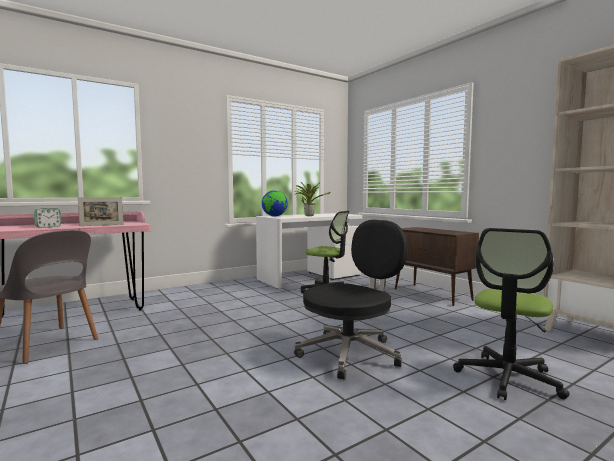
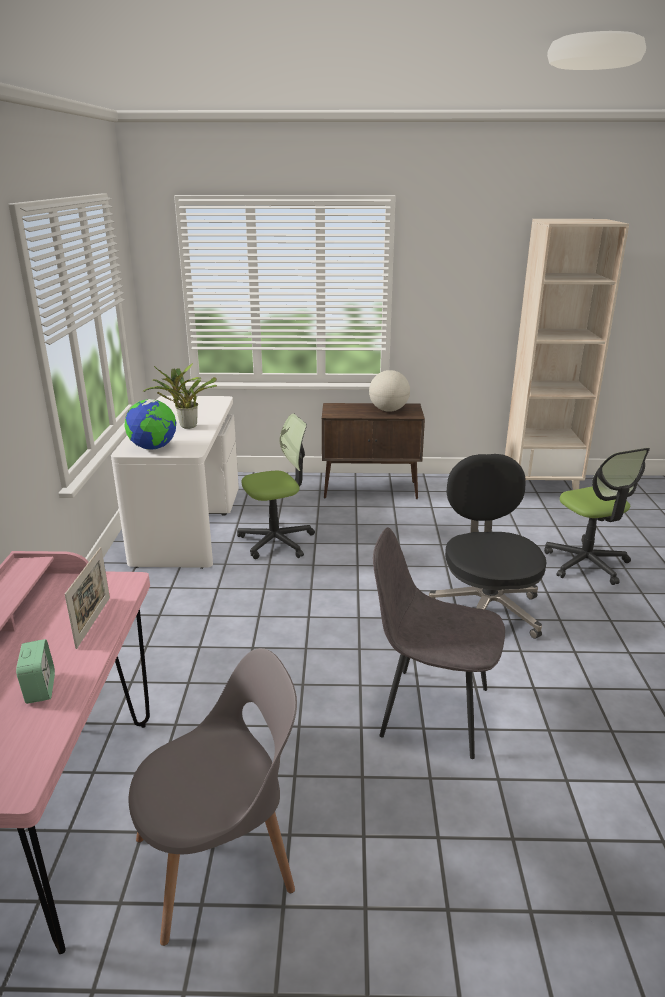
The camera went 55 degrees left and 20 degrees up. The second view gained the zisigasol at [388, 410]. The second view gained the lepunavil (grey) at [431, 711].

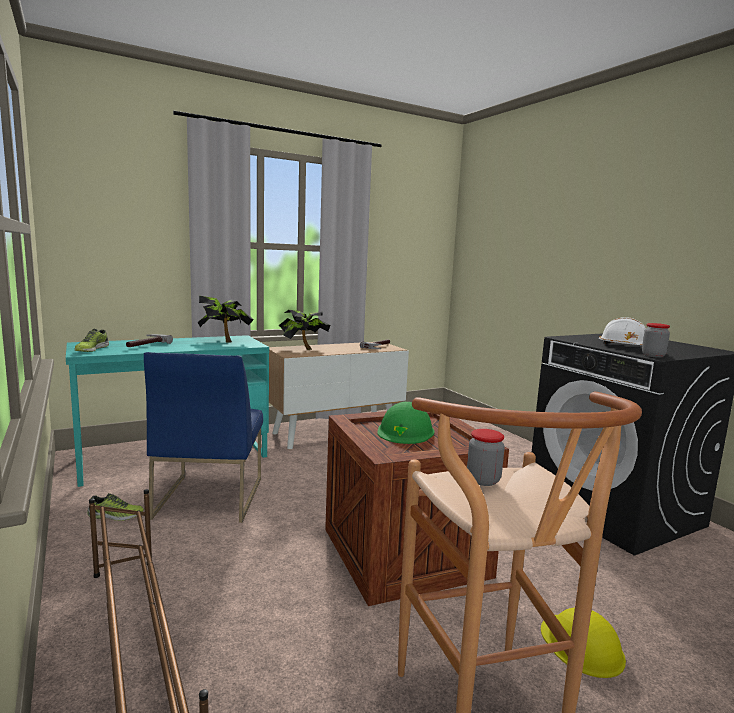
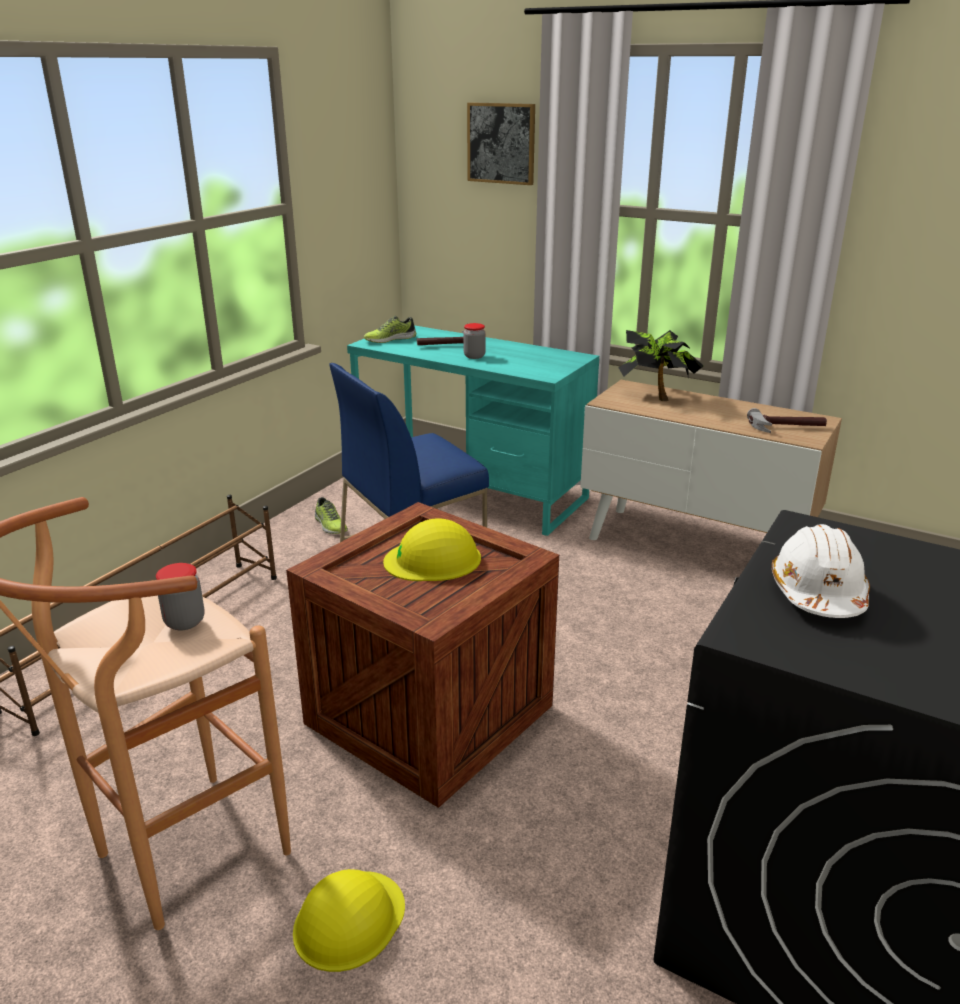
The camera went 60 degrees right and 15 degrees up. The second view lost the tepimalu at [224, 341]. The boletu ended up elsewhere, having gone from [653, 355] to [474, 356]. What was the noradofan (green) at [405, 431] turned into the noradofan (yellow) at [433, 560]. The second view gained the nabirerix at [501, 143].

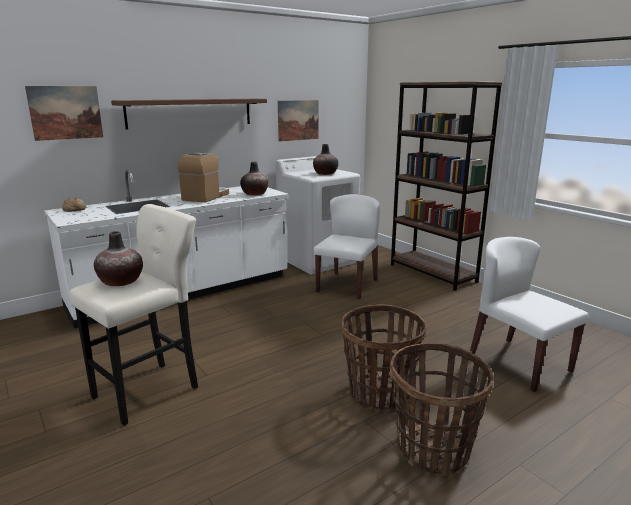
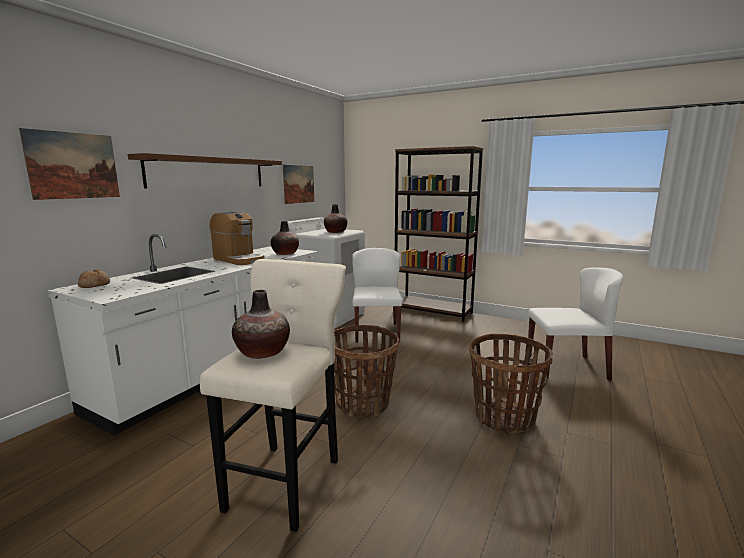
The camera went 25 degrees left and 5 degrees down. The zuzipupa at [206, 197] ended up facing another way, 135 degrees clockwise from before. The lepunavil (white) at [518, 363] ended up facing another way, 150 degrees clockwise from before. The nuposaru ended up elsewhere, having gone from [433, 449] to [363, 403].

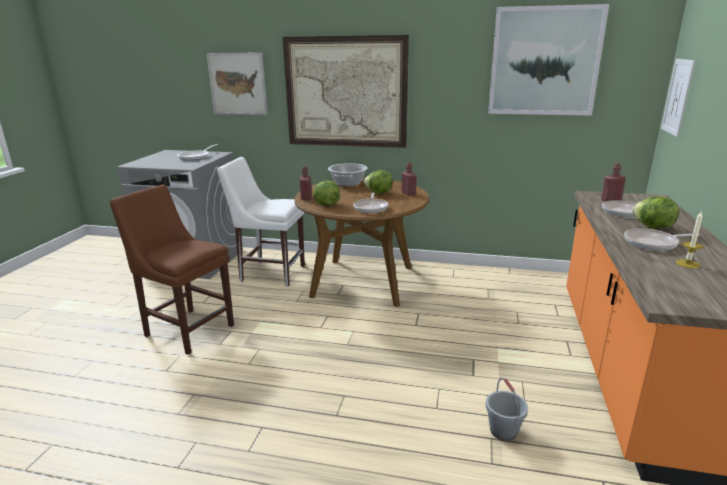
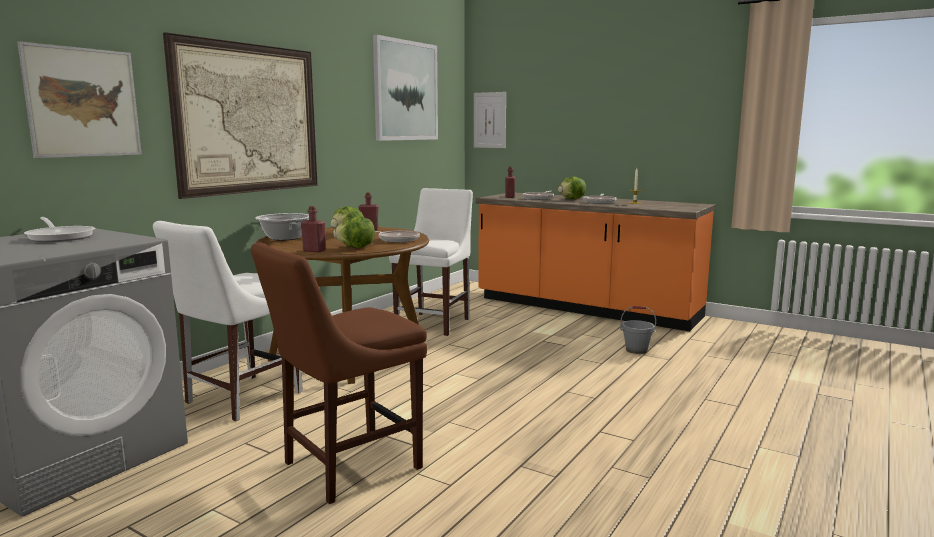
The camera went 70 degrees left and 10 degrees down. The second view gained the lepunavil (white) at [435, 323].

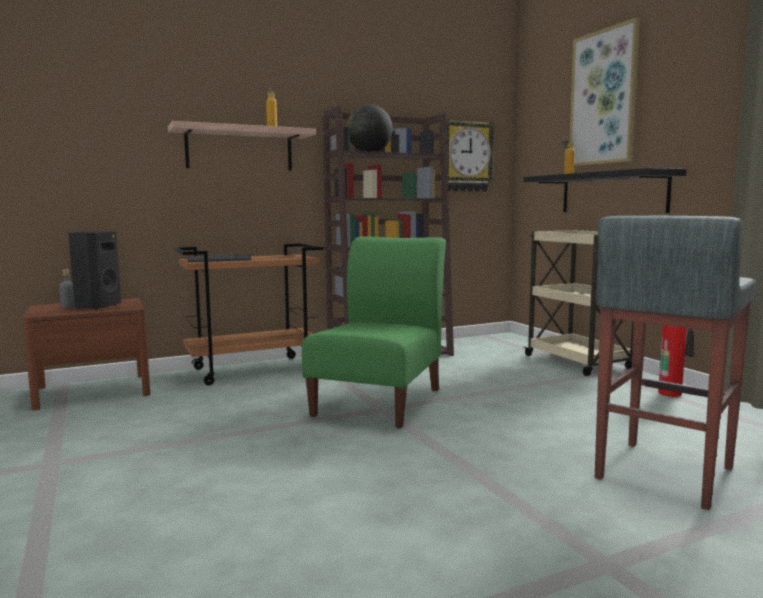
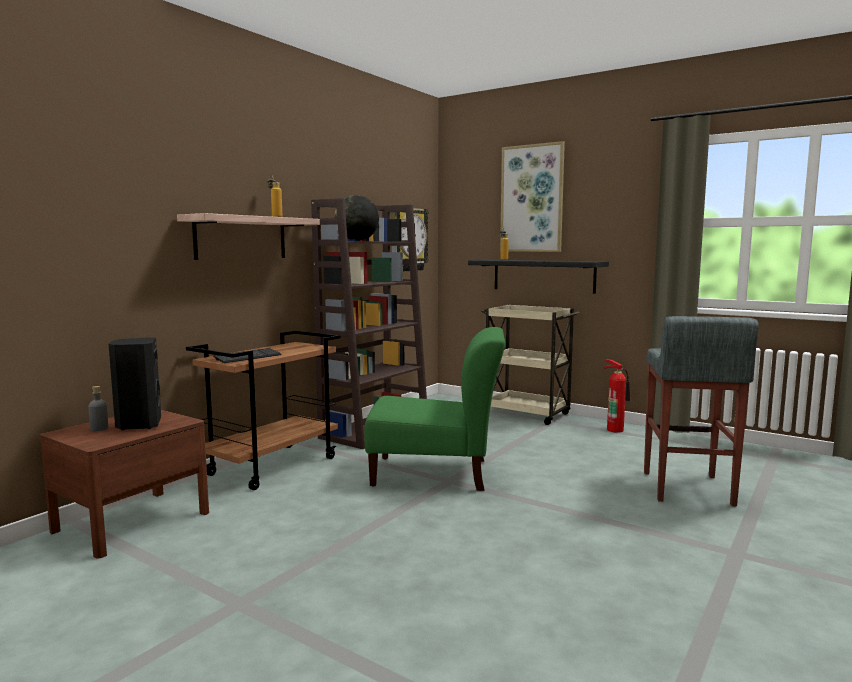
The camera went 30 degrees left and 0 degrees up. The lepunavil (green) at [380, 400] ended up facing another way, 105 degrees clockwise from before.

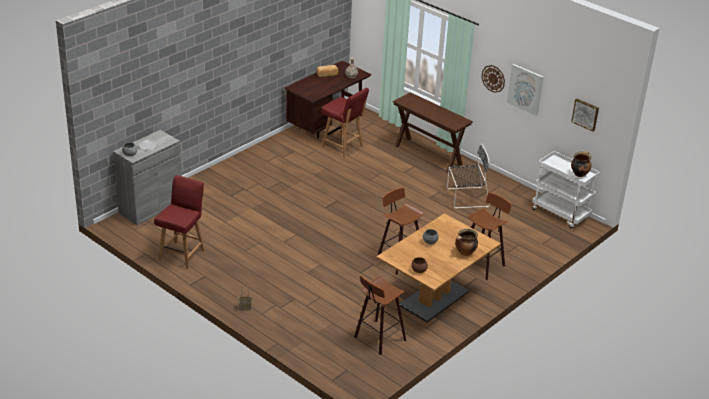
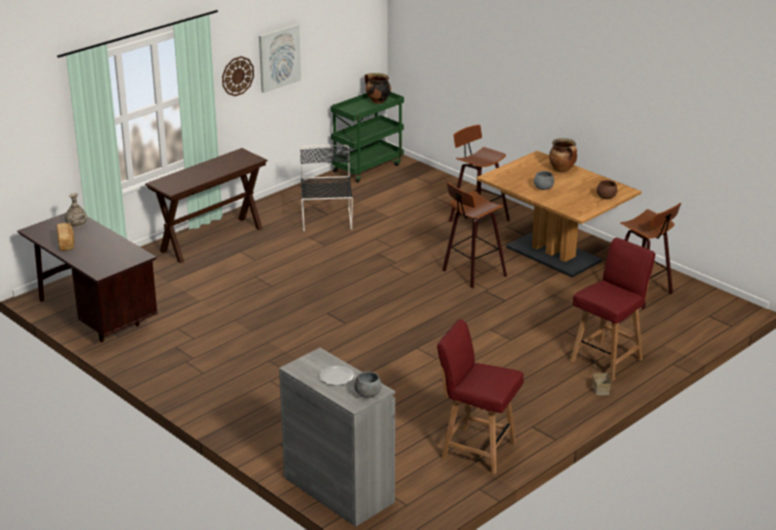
The camera went 85 degrees left and 5 degrees down. The lepunavil (red) ended up elsewhere, having gone from [343, 147] to [607, 359]. The second view lost the nabirerix at [585, 114]. What was the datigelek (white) at [561, 214] turned into the datigelek (green) at [367, 167].

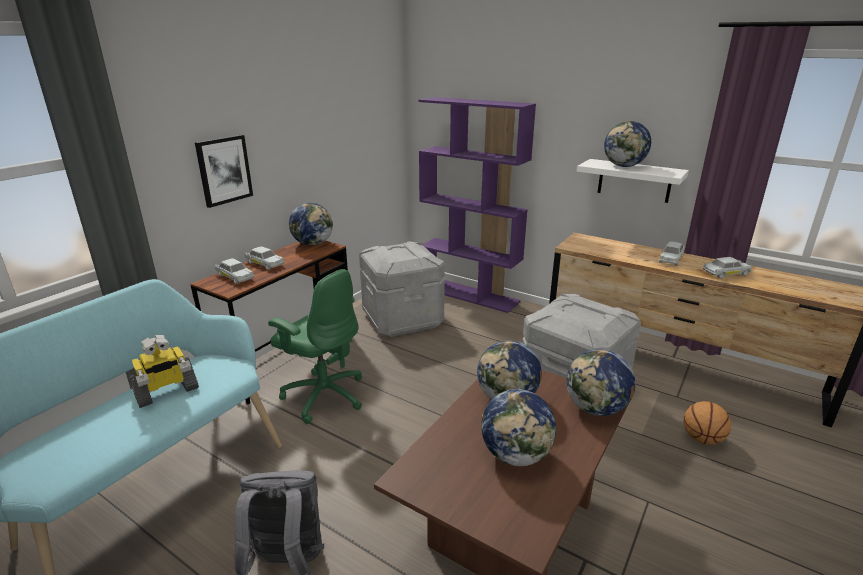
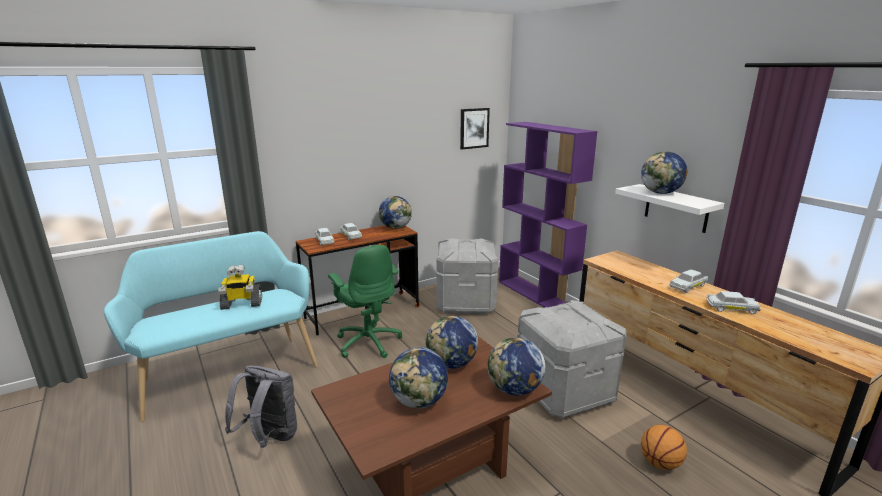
The camera went 25 degrees right and 5 degrees down. The nabirerix ended up elsewhere, having gone from [224, 170] to [474, 128].

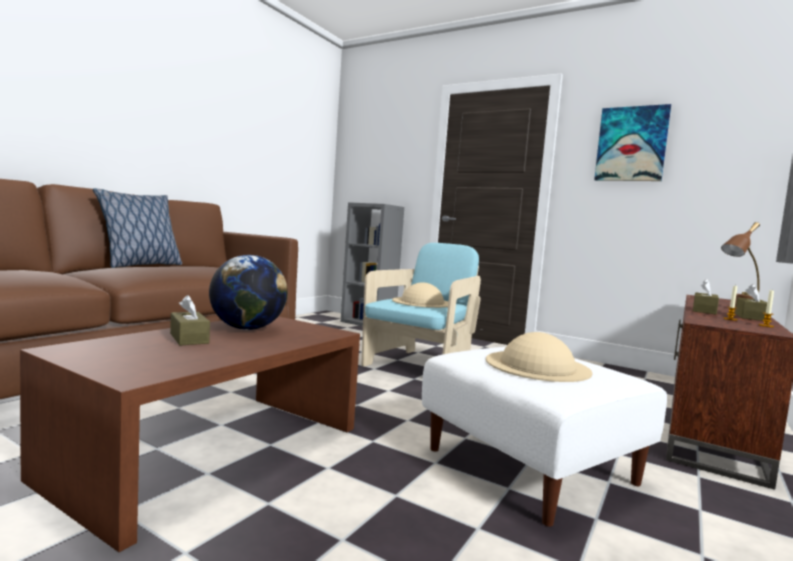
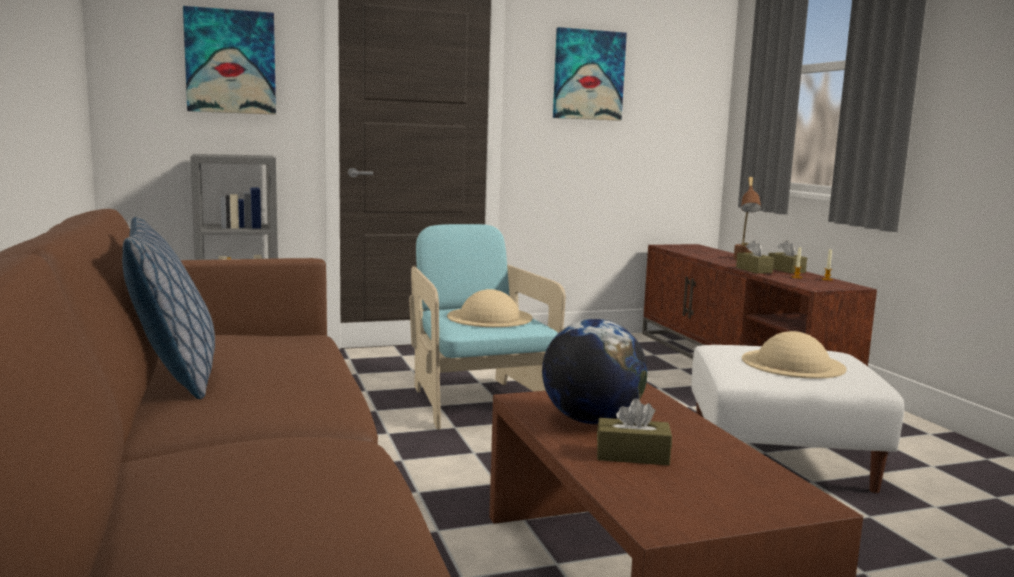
The camera went 50 degrees left and 5 degrees up. The second view gained the nabirerix at [230, 62].

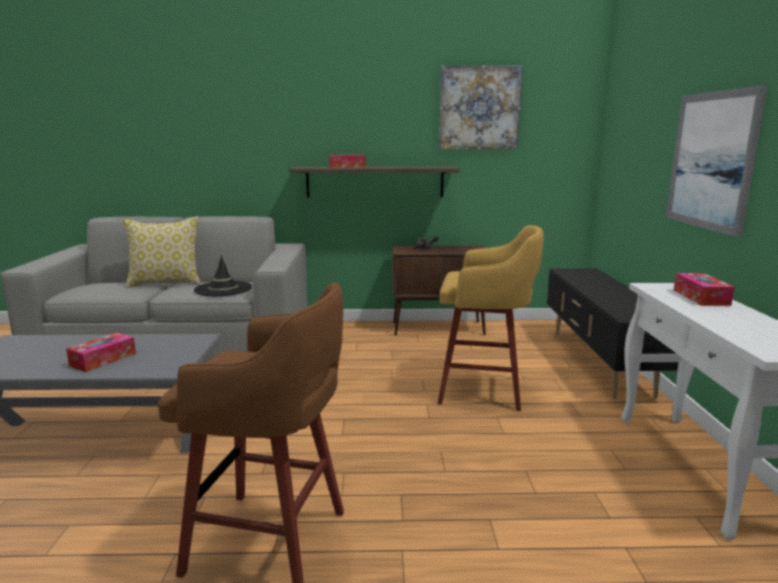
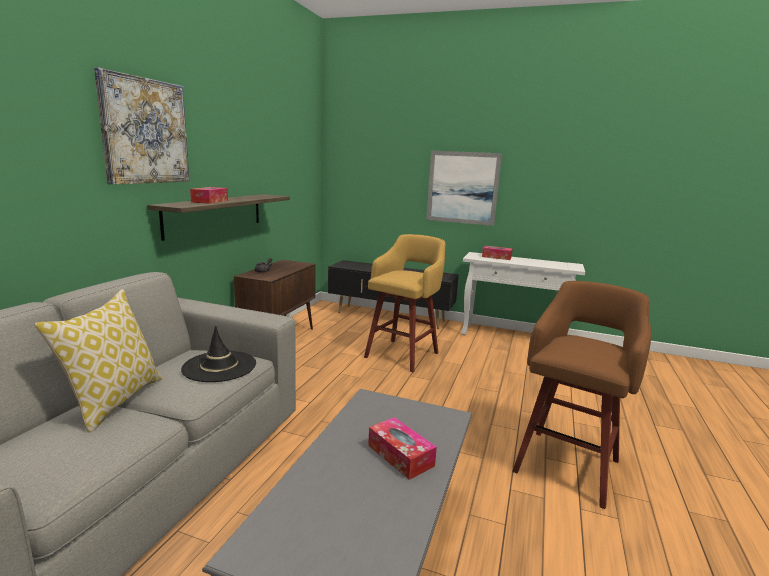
The camera went 70 degrees left and 0 degrees up. The nabirerix ended up elsewhere, having gone from [479, 108] to [145, 131].

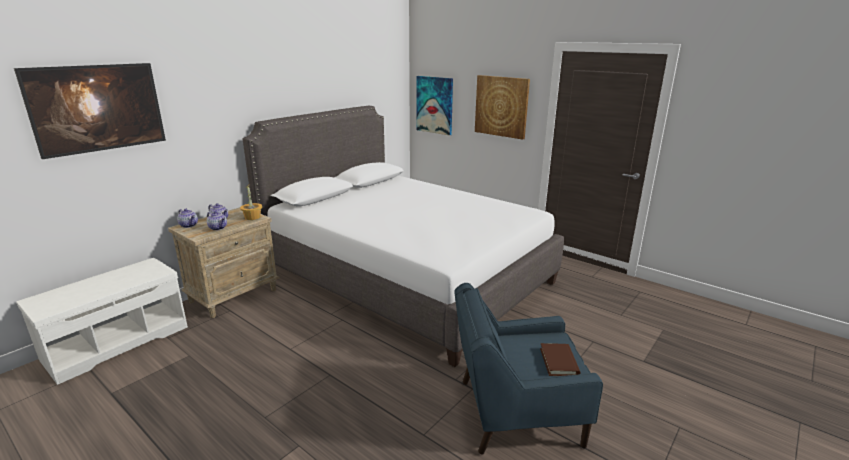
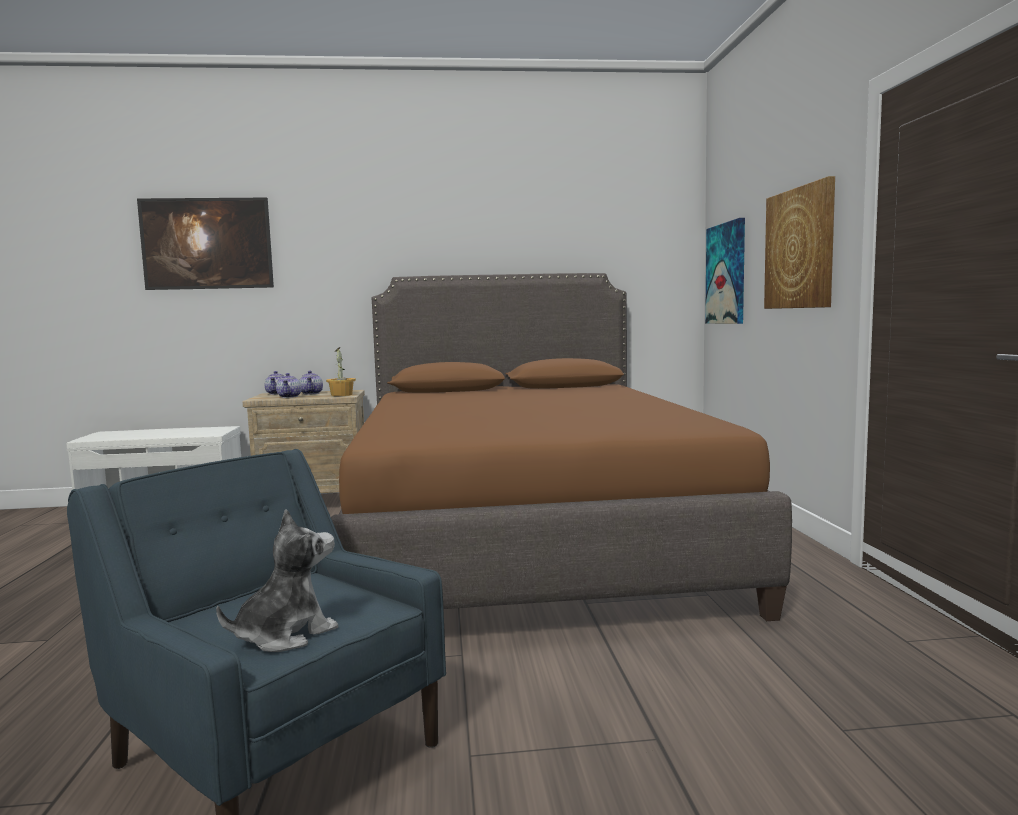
The camera went 45 degrees right and 15 degrees down. What was the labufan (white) at [406, 277] turned into the labufan (brown) at [526, 537]. Where the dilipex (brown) stood at [559, 362], the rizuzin came to stand at [285, 634].

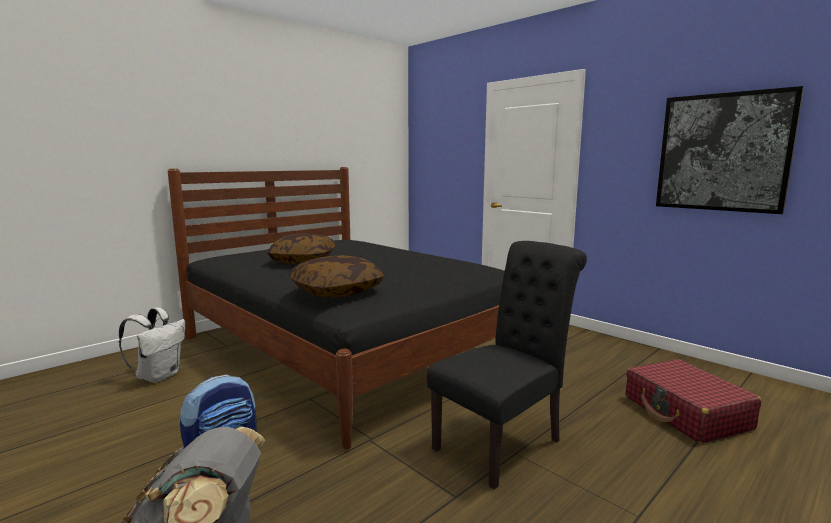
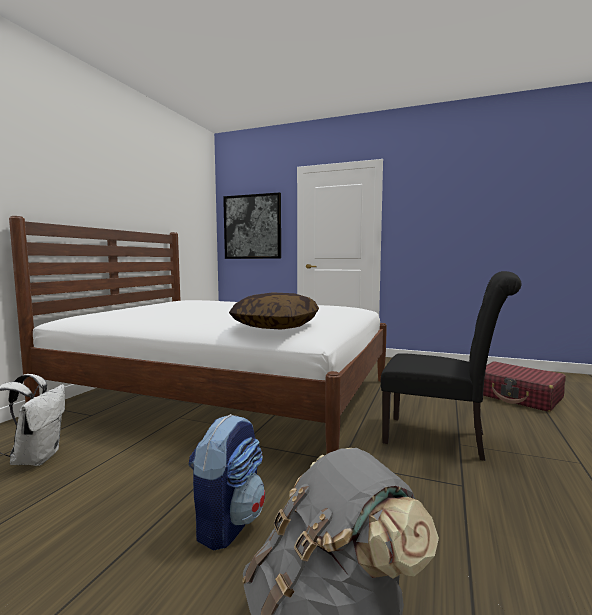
The camera went 25 degrees left and 5 degrees down. The nabirerix ended up elsewhere, having gone from [722, 152] to [252, 227]. What was the labufan (black) at [347, 347] turned into the labufan (white) at [227, 396]. The second view lost the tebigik at [303, 261]. The lepunavil (black) at [504, 442] ended up facing another way, 90 degrees clockwise from before.

